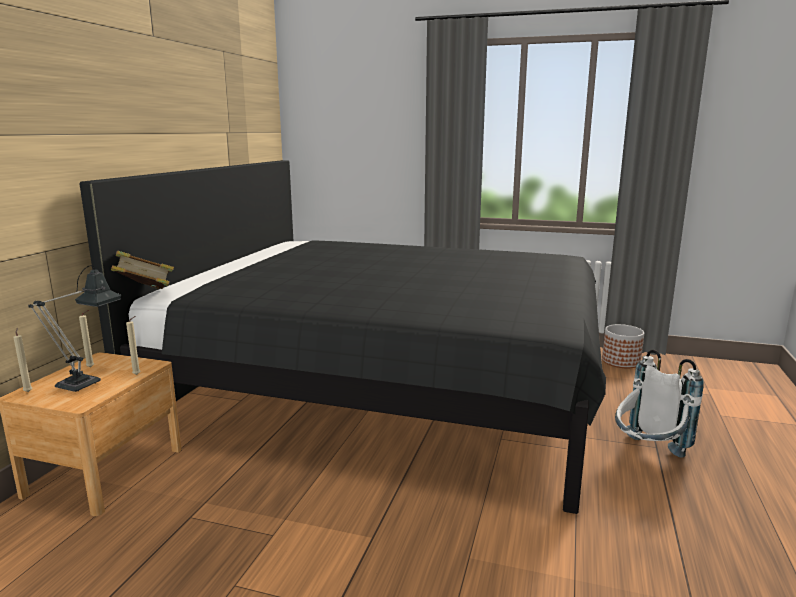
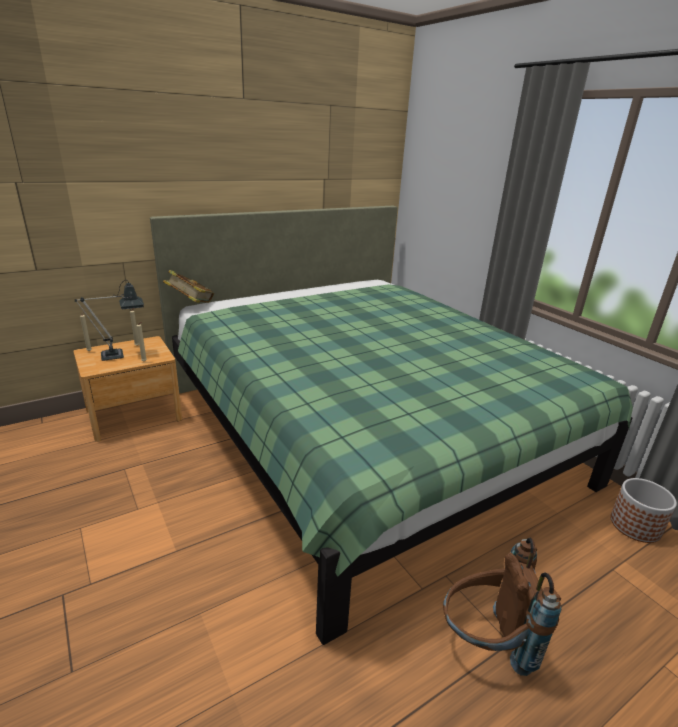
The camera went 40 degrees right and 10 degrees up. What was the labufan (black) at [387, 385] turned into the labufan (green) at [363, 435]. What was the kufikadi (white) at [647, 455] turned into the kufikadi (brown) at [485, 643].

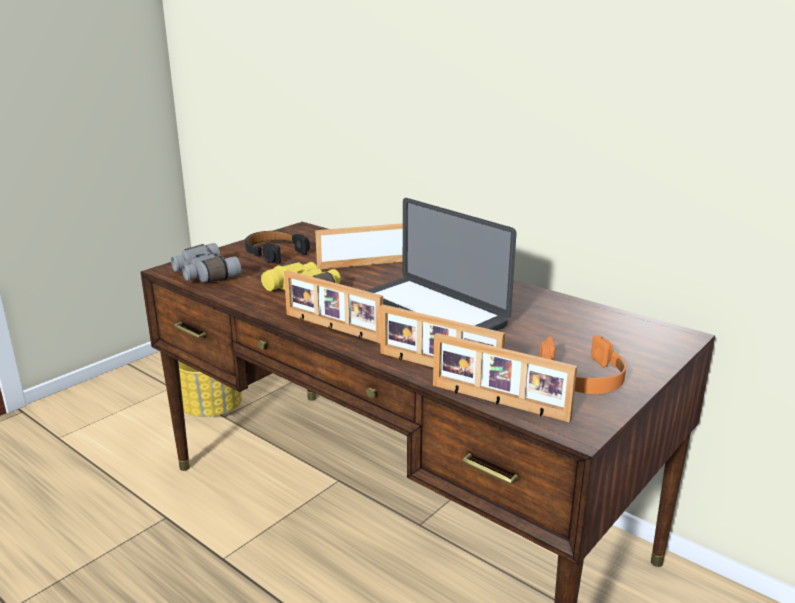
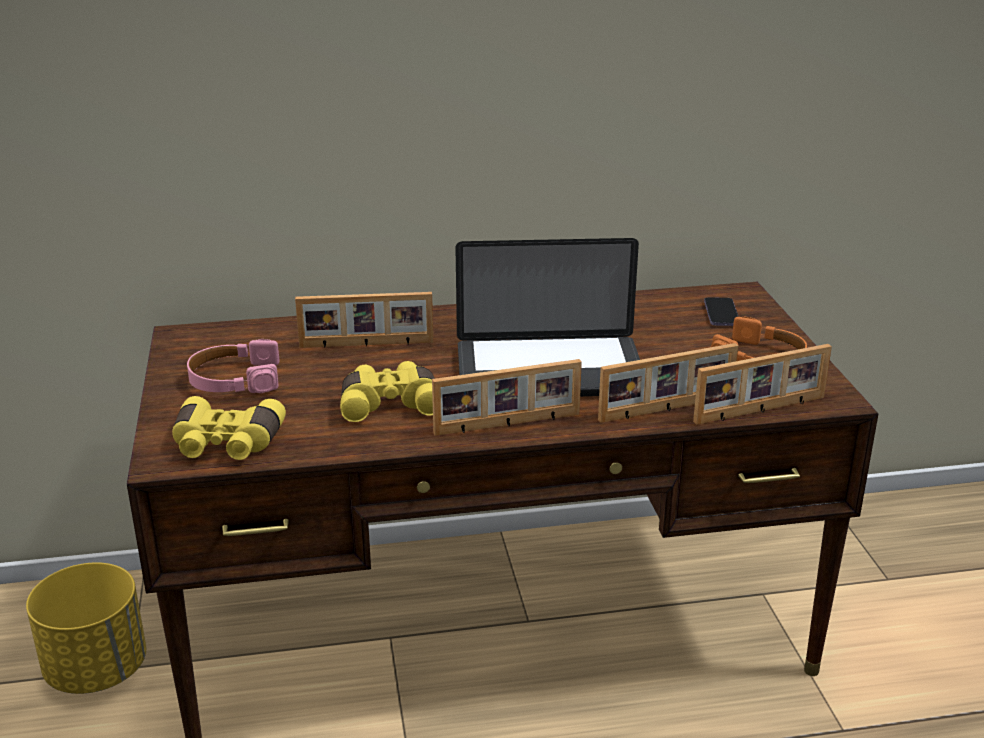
The camera went 50 degrees left and 5 degrees up. The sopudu at [365, 263] ended up facing another way, 120 degrees counterclockwise from before. What was the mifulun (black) at [274, 253] turned into the mifulun (pink) at [234, 379]. What was the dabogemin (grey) at [204, 275] turned into the dabogemin (yellow) at [226, 445]. The second view gained the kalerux at [721, 314].

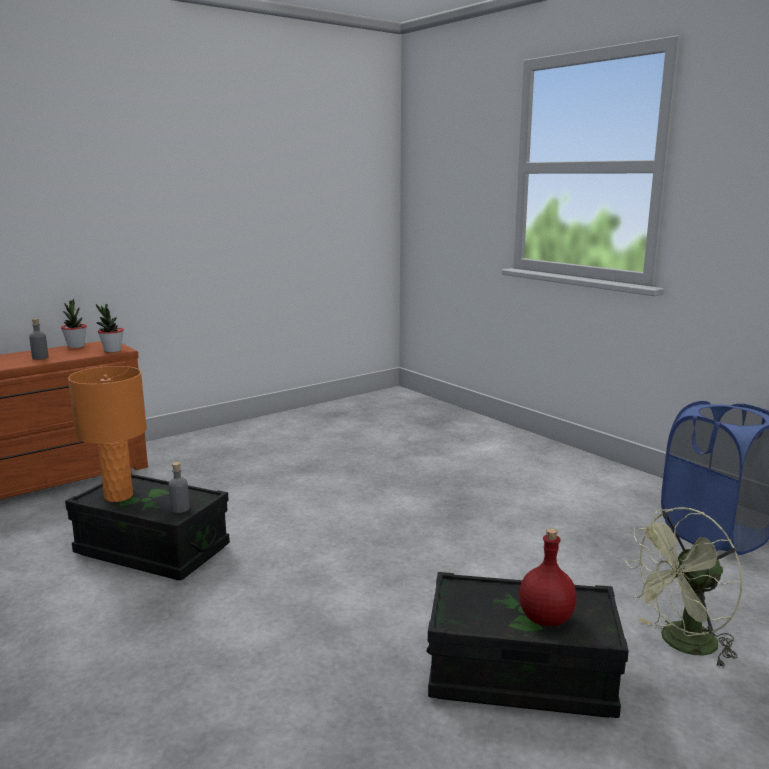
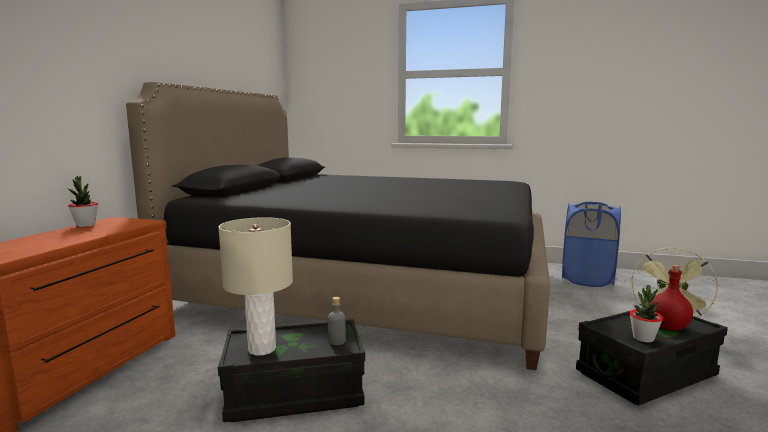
The camera went 35 degrees left and 5 degrees down. The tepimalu ended up elsewhere, having gone from [112, 350] to [643, 338]. The second view lost the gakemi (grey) at [40, 357]. What was the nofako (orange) at [119, 496] turned into the nofako (beige) at [262, 349]. The second view gained the labufan (black) at [368, 290].

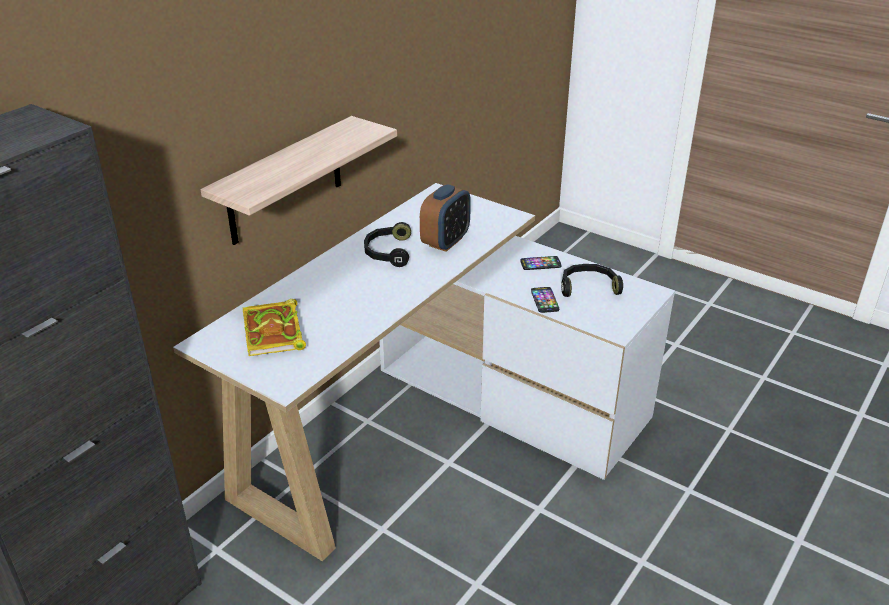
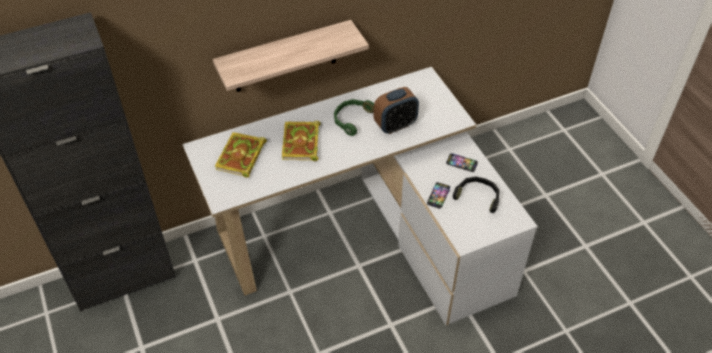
The camera went 30 degrees right and 15 degrees up. What was the mifulun (black) at [387, 252] turned into the mifulun (green) at [351, 119]. The second view gained the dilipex at [301, 144].

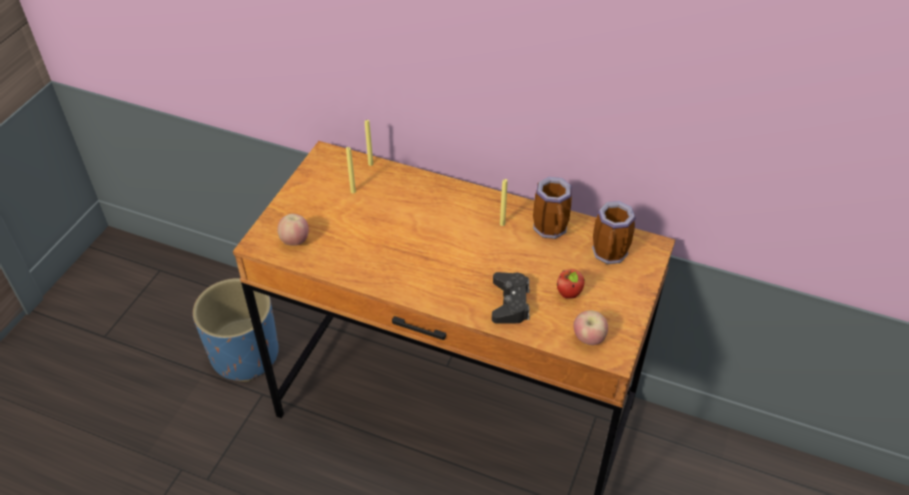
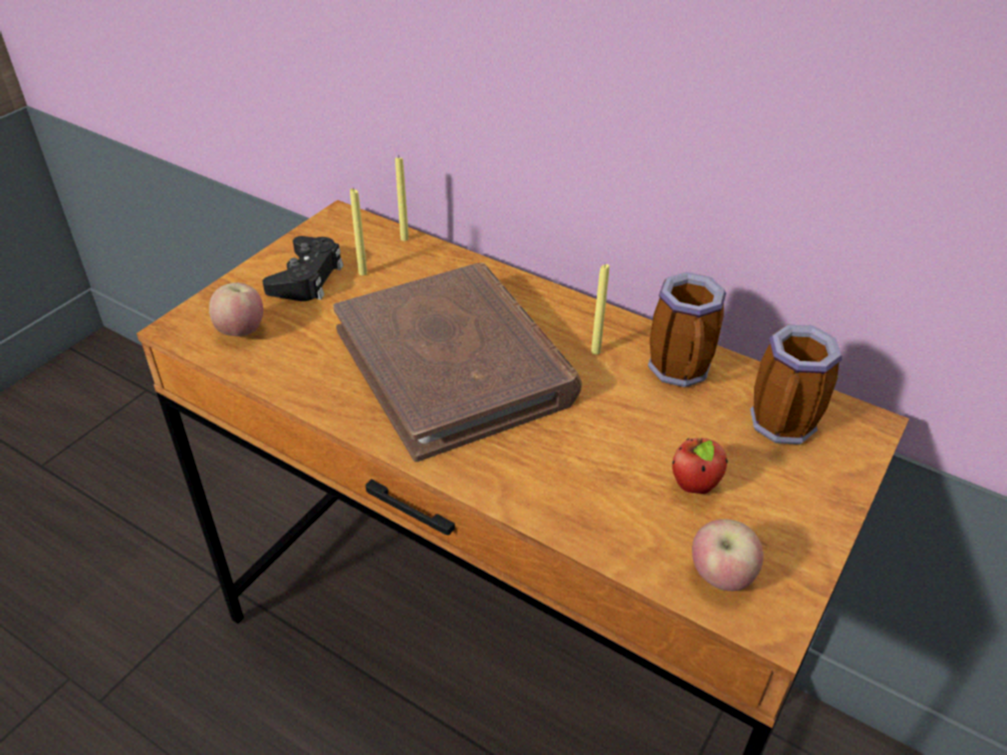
The camera went 10 degrees right and 5 degrees down. The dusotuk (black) ended up elsewhere, having gone from [510, 303] to [307, 278]. The second view lost the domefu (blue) at [245, 354]. The second view gained the dilipex (brown) at [455, 364].

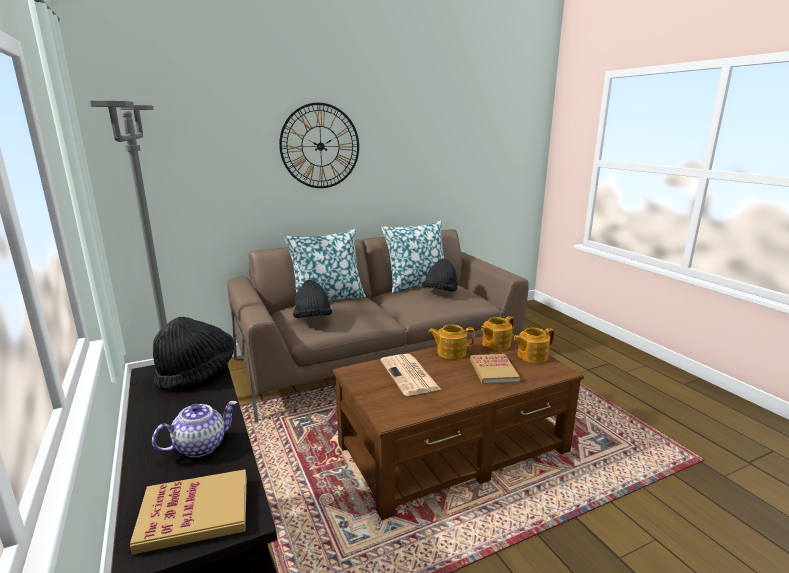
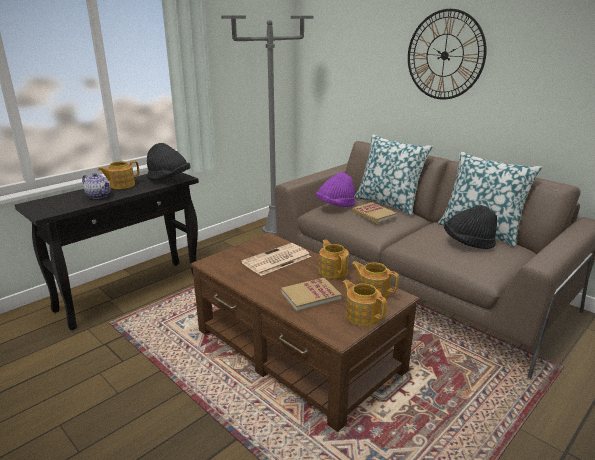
The camera went 70 degrees right and 5 degrees up. What was the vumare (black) at [312, 319] turned into the vumare (purple) at [335, 206]. The dilipex ended up elsewhere, having gone from [194, 513] to [373, 214]. The second view gained the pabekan at [121, 185].

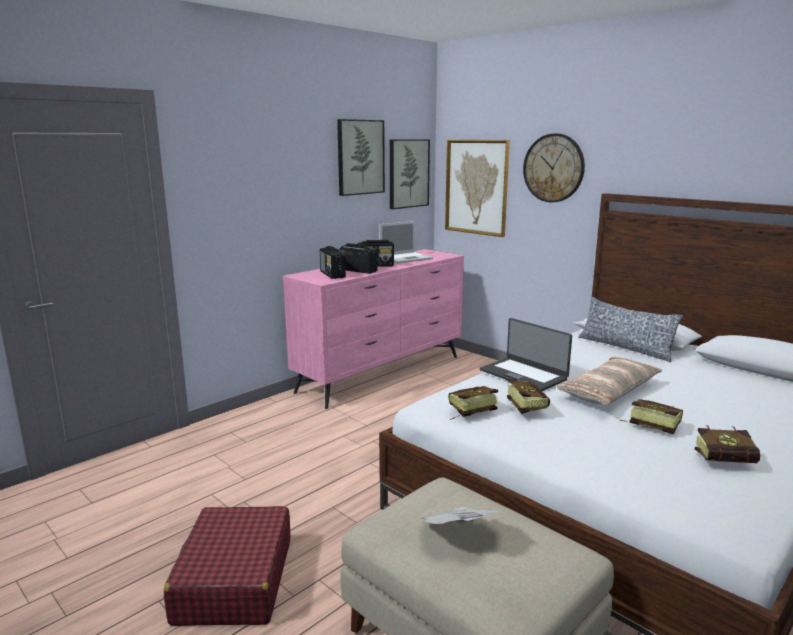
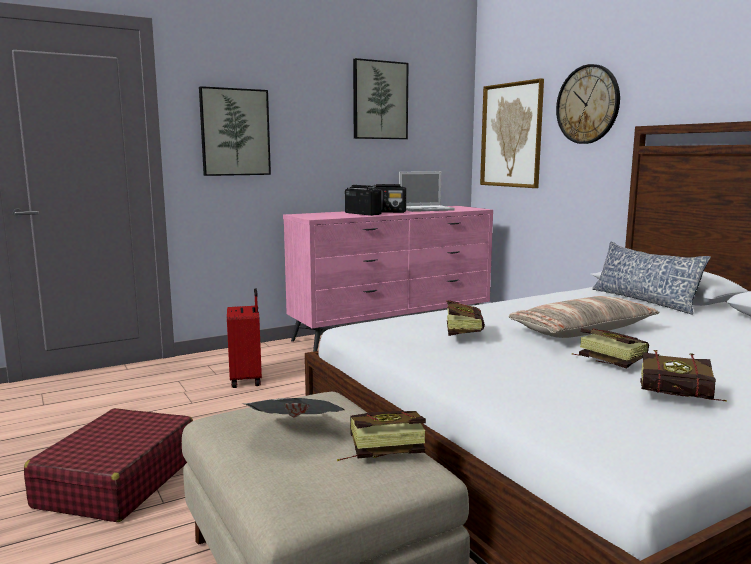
The camera went 15 degrees right and 5 degrees down. The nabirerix ended up elsewhere, having gone from [408, 173] to [235, 132]. The second view lost the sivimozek at [332, 275]. The second view lost the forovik at [523, 374]. The dilipex ended up elsewhere, having gone from [468, 412] to [378, 451]. The second view gained the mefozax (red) at [247, 380].

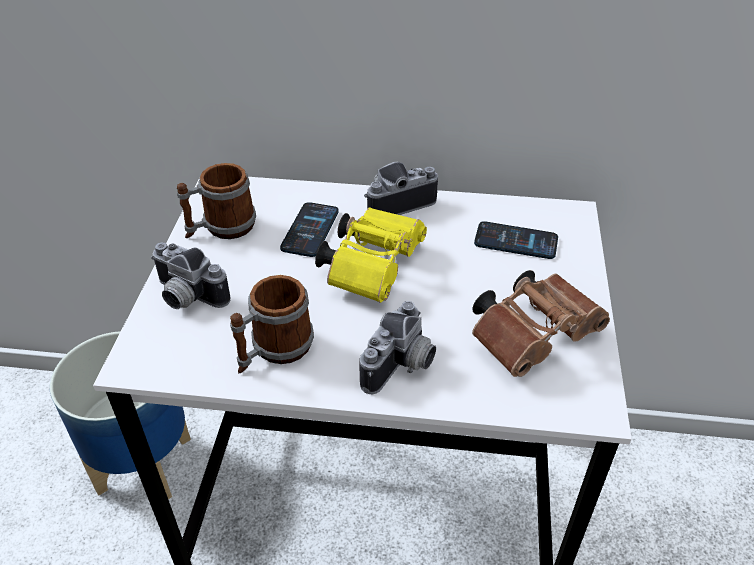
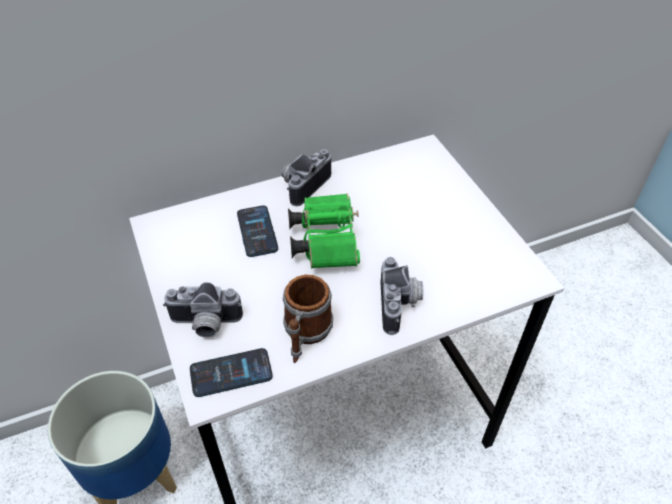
The camera went 30 degrees left and 5 degrees up. The second view lost the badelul at [221, 228]. What was the dabogemin (yellow) at [373, 265] turned into the dabogemin (green) at [325, 240]. The kalerux ended up elsewhere, having gone from [515, 241] to [231, 373]. The second view lost the dabogemin (brown) at [535, 335].

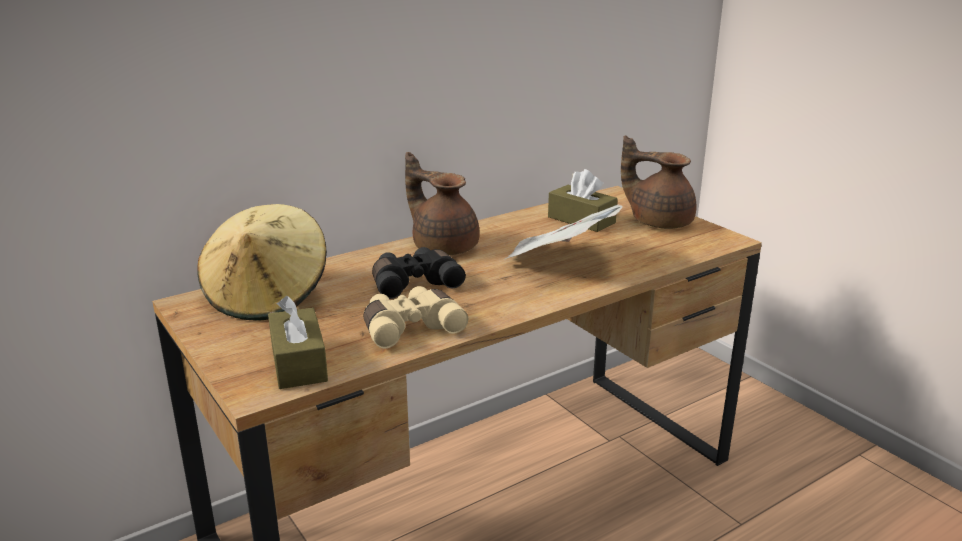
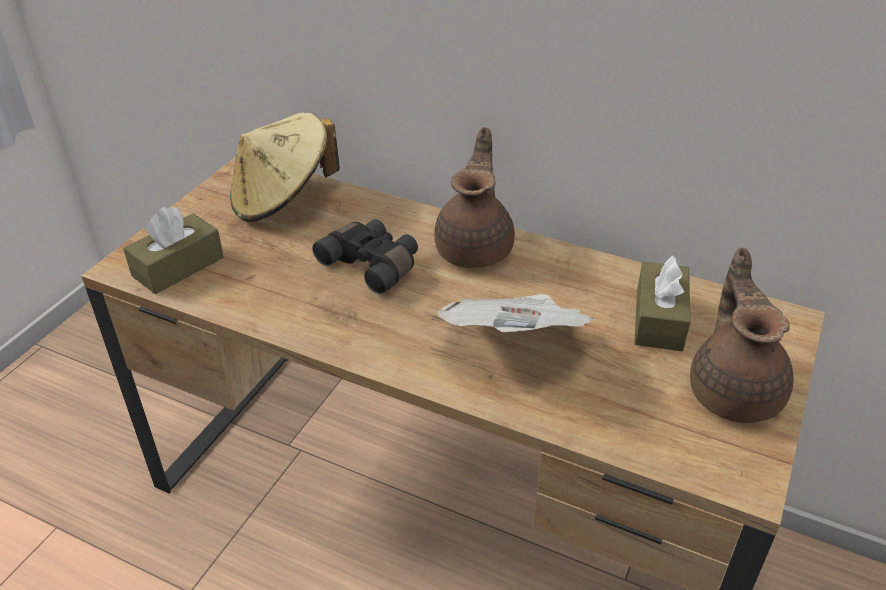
The camera went 60 degrees right and 15 degrees up. The second view lost the dabogemin (beige) at [410, 327].

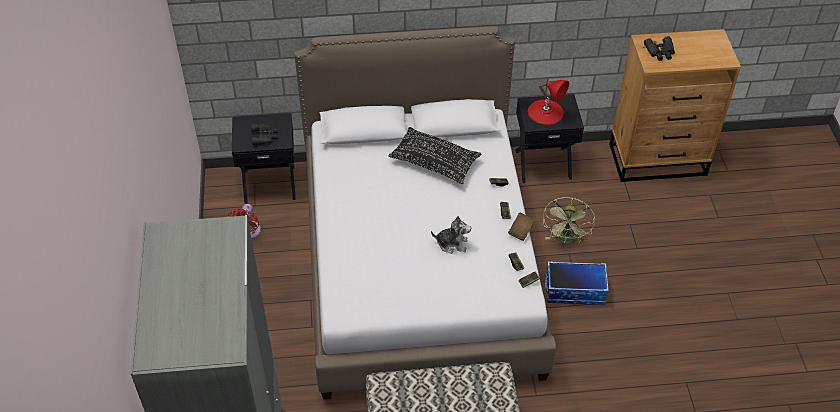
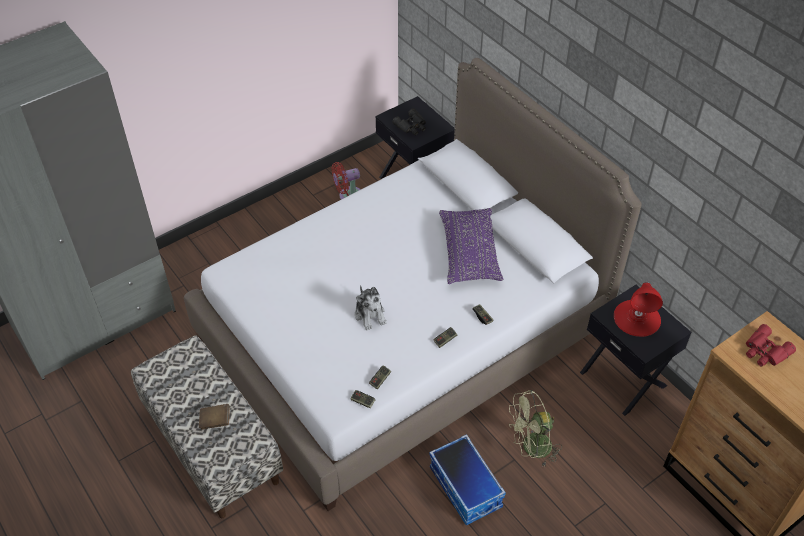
The camera went 60 degrees right and 0 degrees up. What was the dabogemin (black) at [660, 52] turned into the dabogemin (red) at [765, 352]. What was the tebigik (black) at [435, 162] turned into the tebigik (purple) at [469, 253]. The dilipex (brown) ended up elsewhere, having gone from [521, 231] to [215, 421].

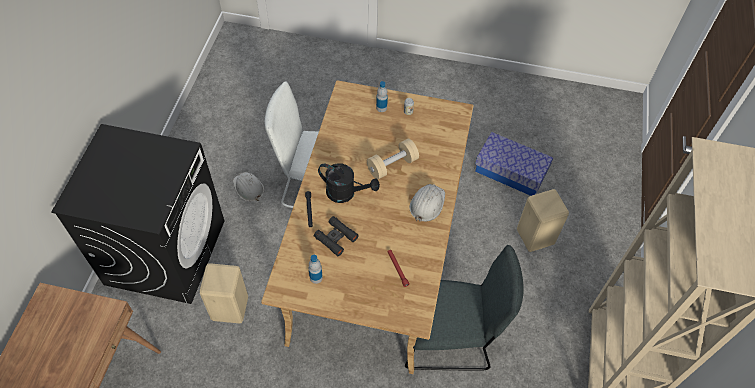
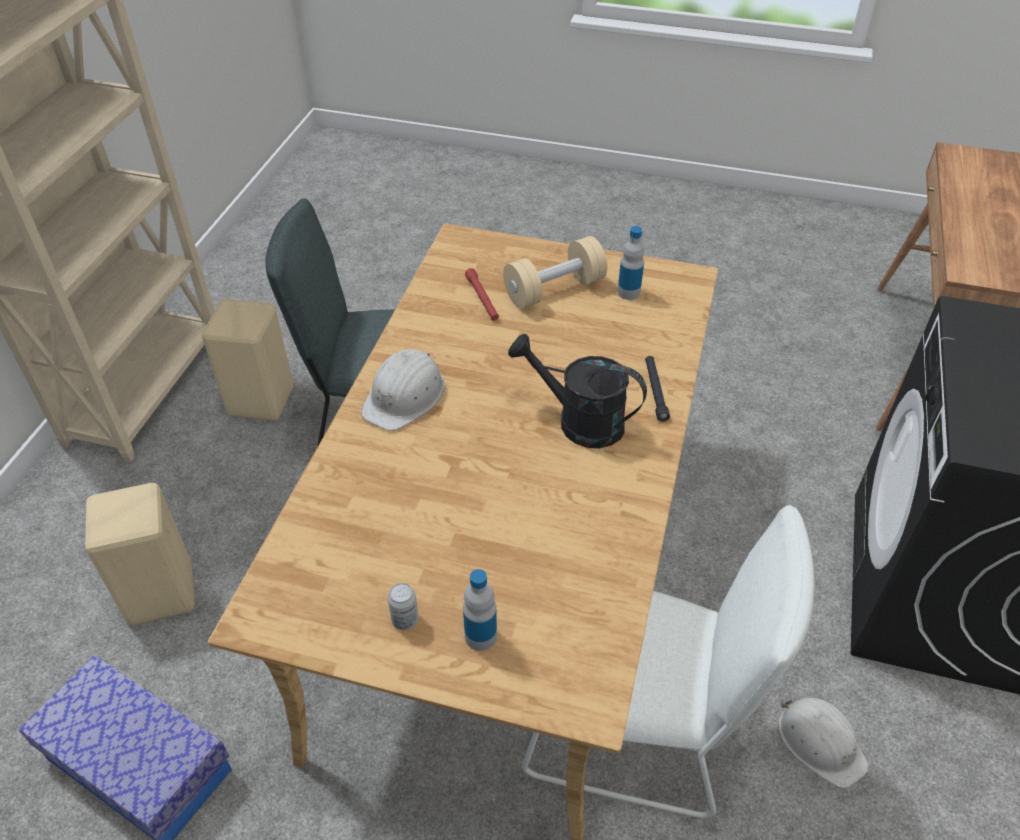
The camera went 175 degrees left and 10 degrees down. The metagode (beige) ended up elsewhere, having gone from [392, 165] to [554, 290]. The second view lost the dabogemin (black) at [336, 238]. The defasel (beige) ended up elsewhere, having gone from [231, 307] to [259, 402].

